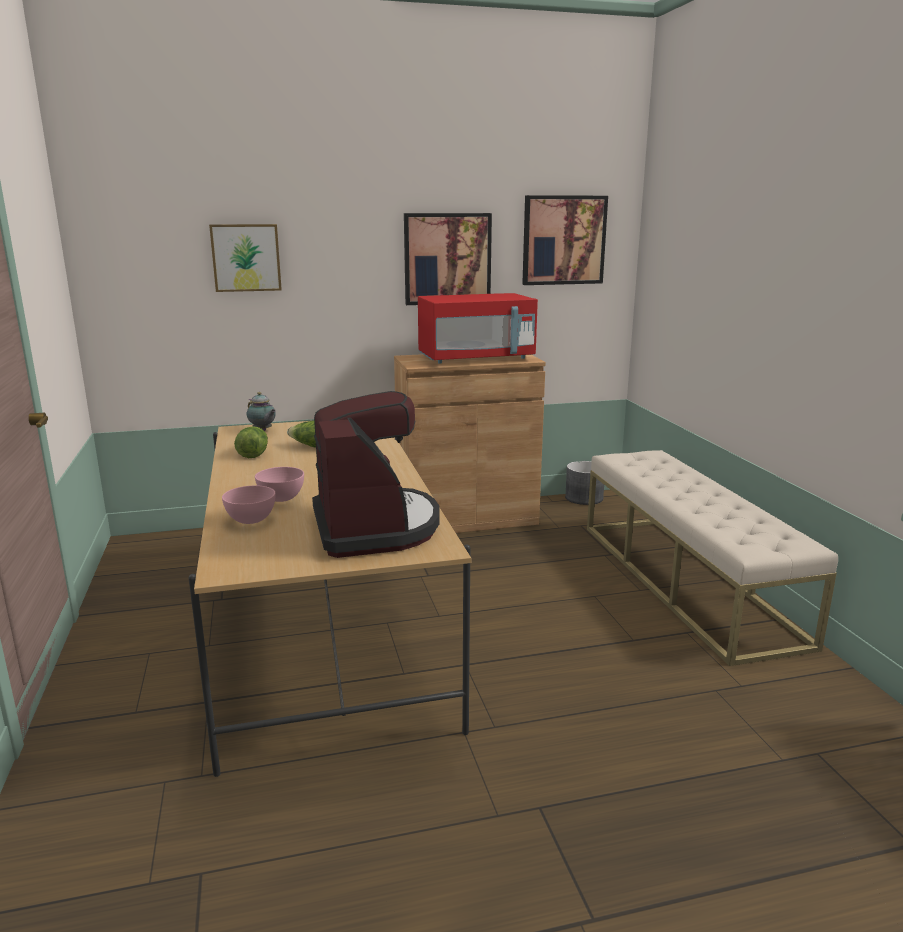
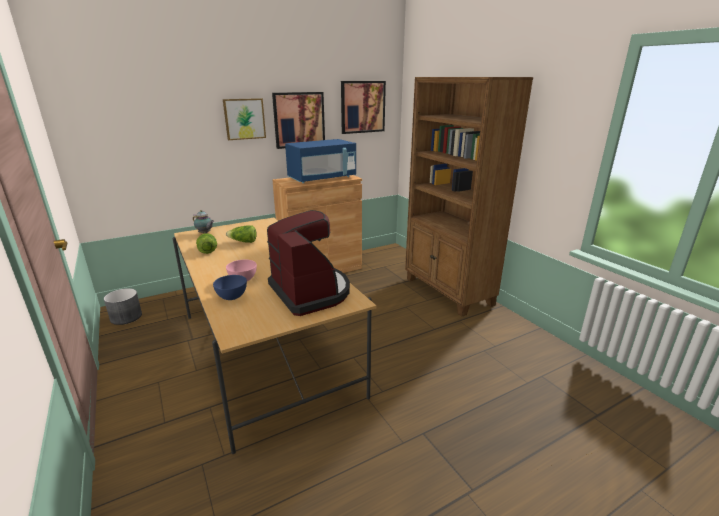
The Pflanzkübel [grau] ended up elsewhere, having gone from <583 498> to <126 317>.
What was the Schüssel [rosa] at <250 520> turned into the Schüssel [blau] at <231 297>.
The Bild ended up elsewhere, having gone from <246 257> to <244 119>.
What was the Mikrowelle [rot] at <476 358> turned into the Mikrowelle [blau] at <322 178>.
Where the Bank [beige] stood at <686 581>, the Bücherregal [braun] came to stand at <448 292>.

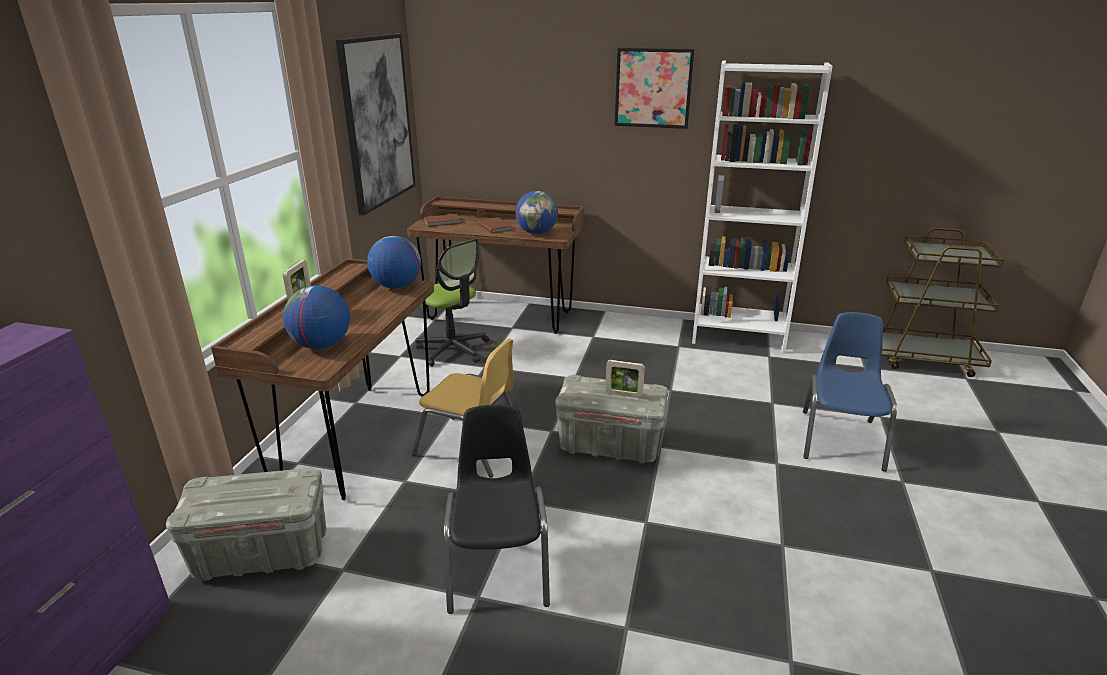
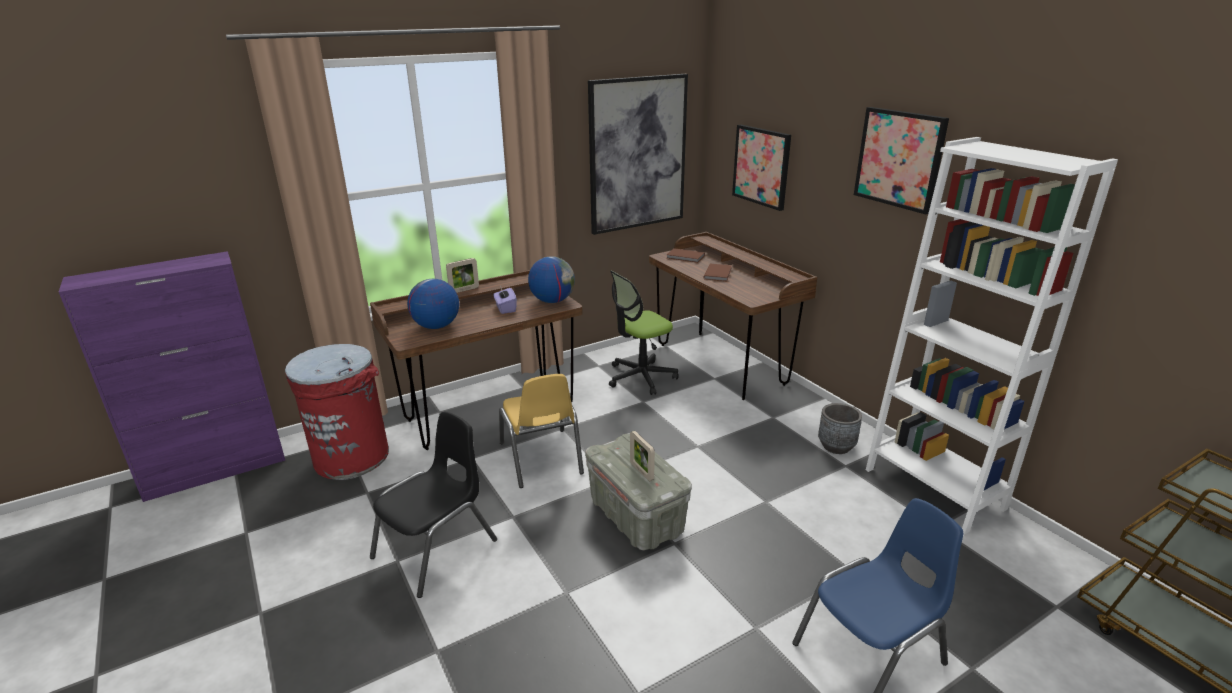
Where the Aufbewahrungsbox [grau] stood at <263 553>, the Mülleimer [rot] came to stand at <351 457>.
The second view gained the Taschentuchbox [lila] at <505 308>.
The Bürostuhl at <453 350> ended up facing another way, 60 degrees clockwise from before.
The second view gained the Bild at <761 166>.
The second view gained the Pflanzkübel [grau] at <836 446>.
The second view lost the Globus at <537 233>.

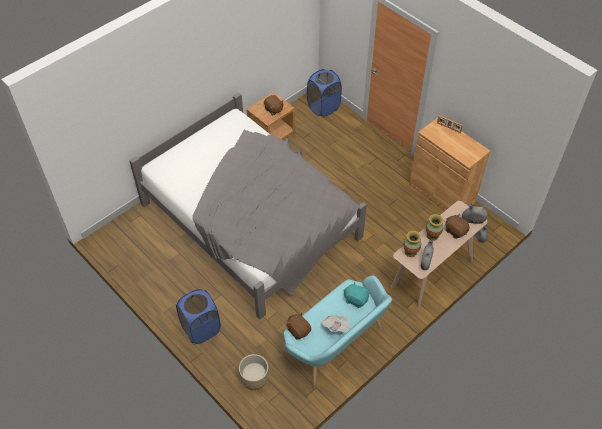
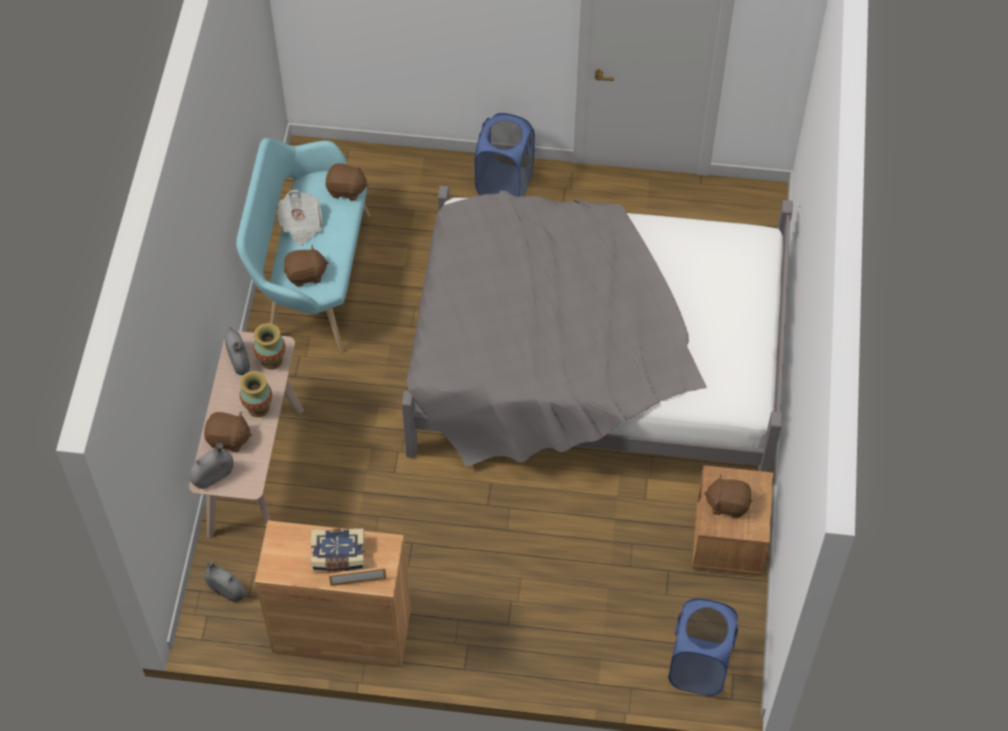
What was the Plüschtier [türkis] at <356 299> turned into the Plüschtier [braun] at <306 275>.
The second view gained the Buch at <338 556>.
The second view lost the Pflanzkübel [beige] at <254 379>.

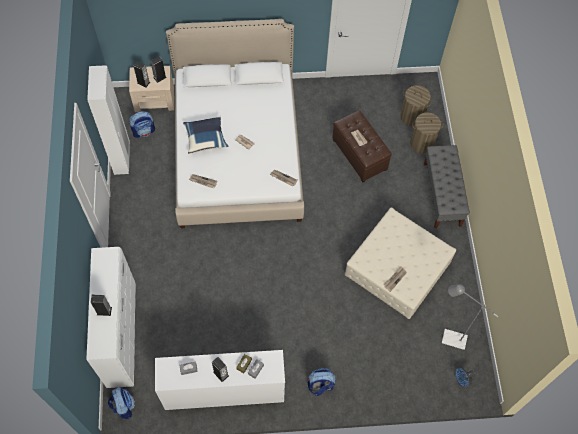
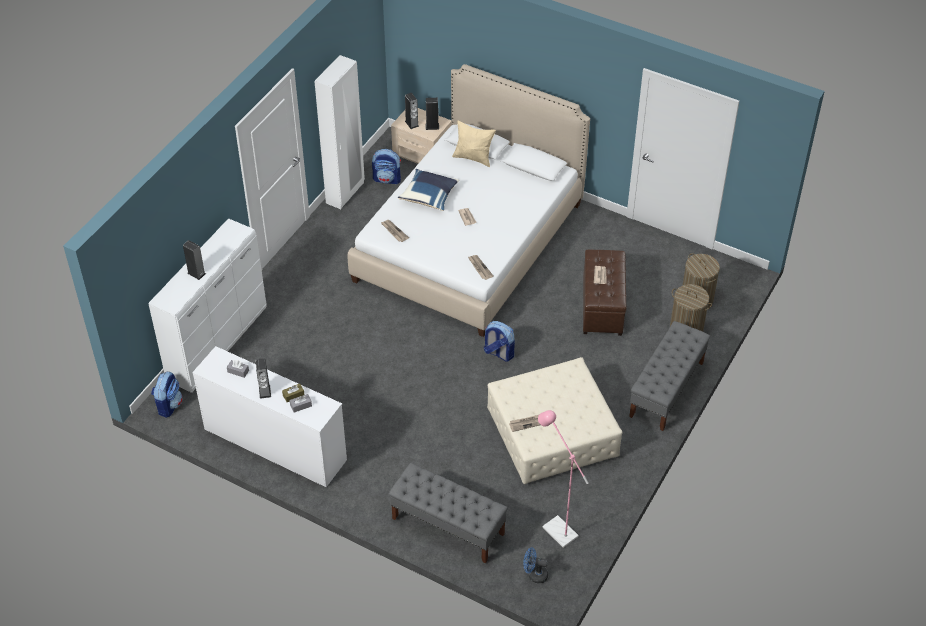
The second view gained the Bank [grau] at <447 526>.
The second view gained the Kissen [beige] at <473 158>.
The Rucksack ended up elsewhere, having gone from <320 385> to <498 353>.
What was the Stehlampe [grau] at <449 338> turned into the Stehlampe [rosa] at <555 527>.

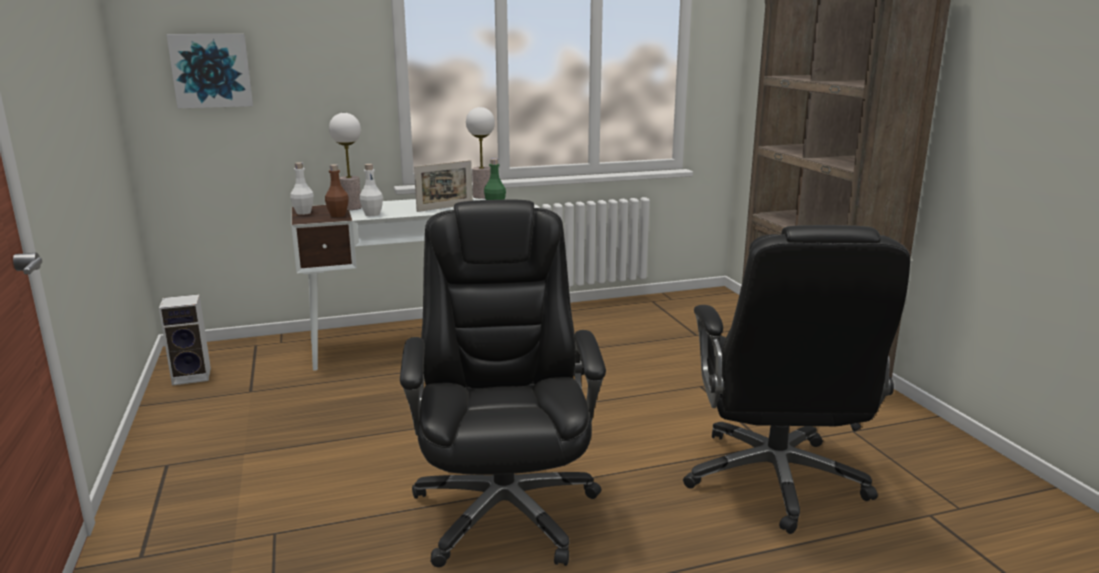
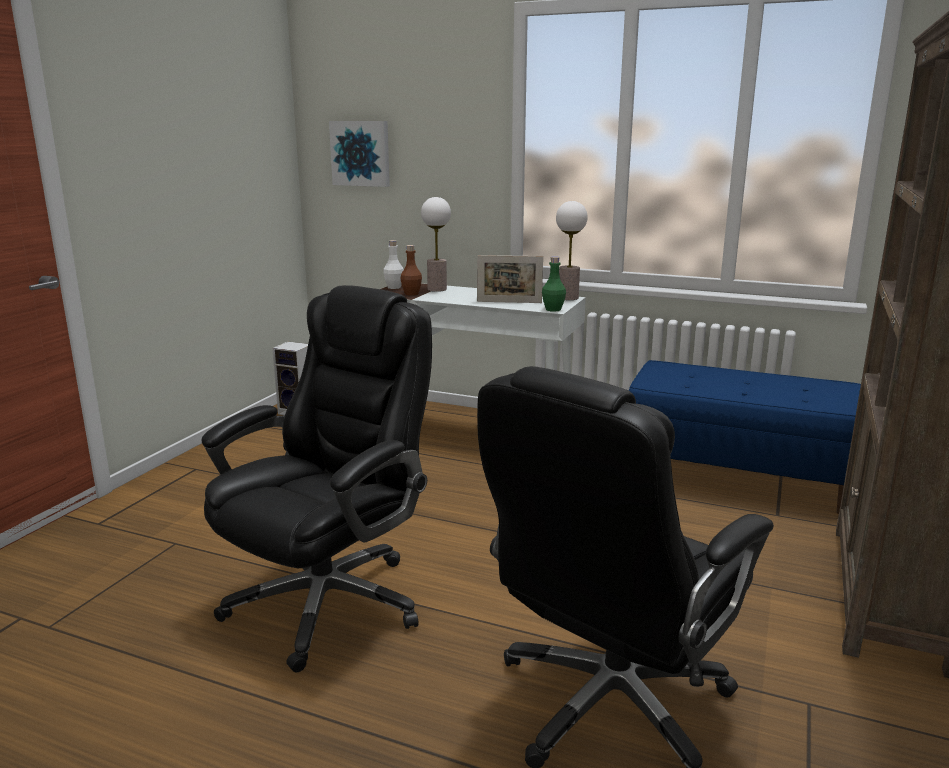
The second view gained the Bank [blau] at <736 477>.
The second view lost the Flasche [weiß] at <372 214>.

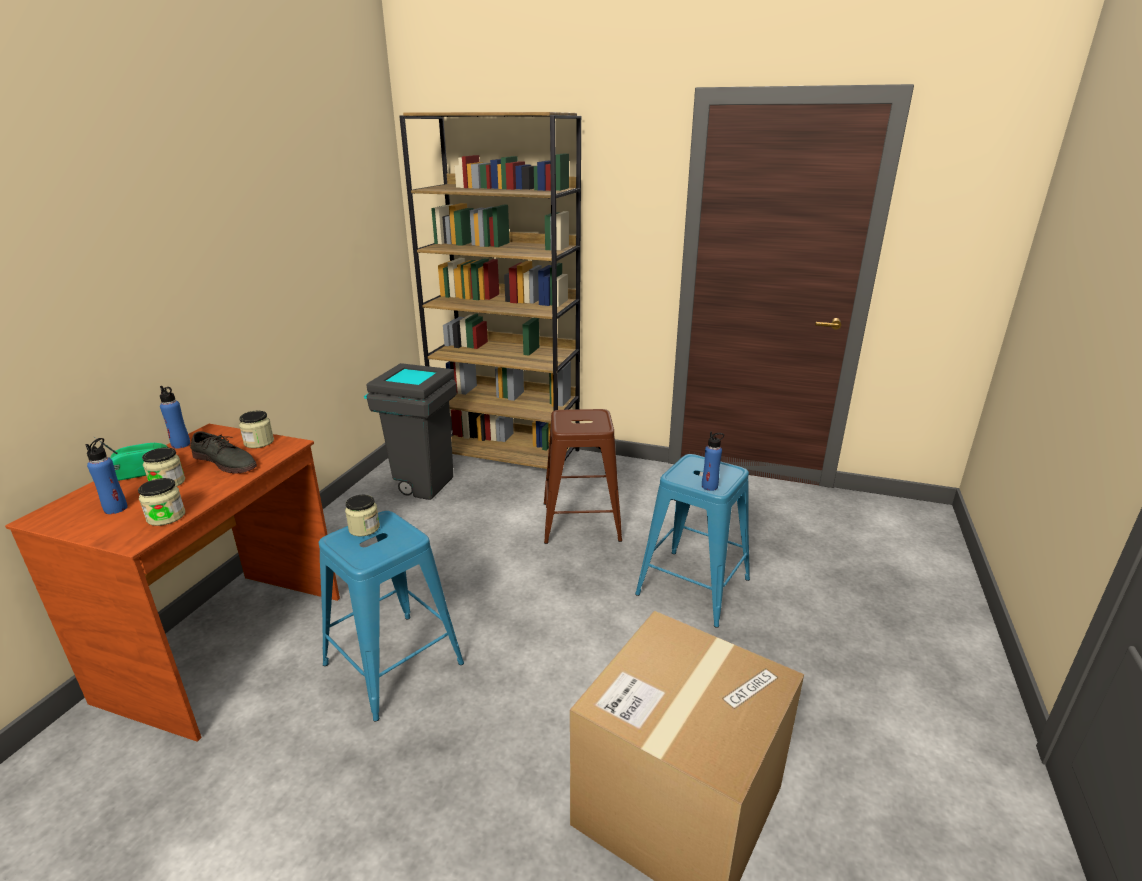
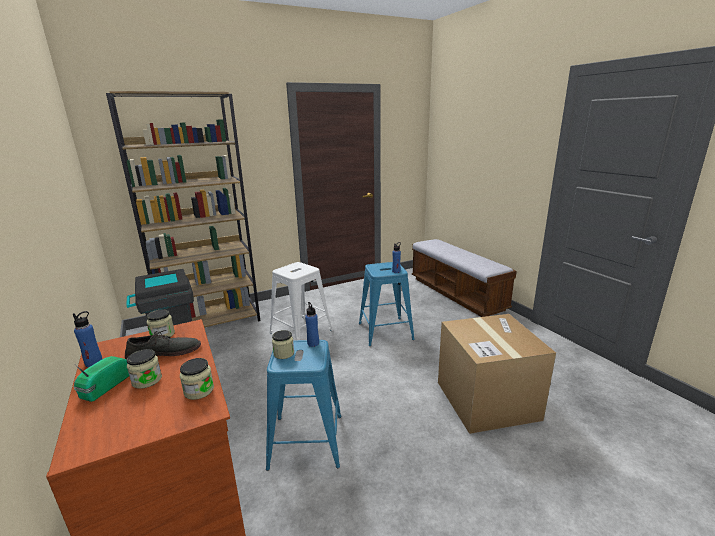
What was the Hocker [braun] at <580 522> turned into the Hocker [weiß] at <301 332>.
The Flasche [blau] ended up elsewhere, having gone from <116 508> to <313 343>.
The second view gained the Bank at <456 293>.

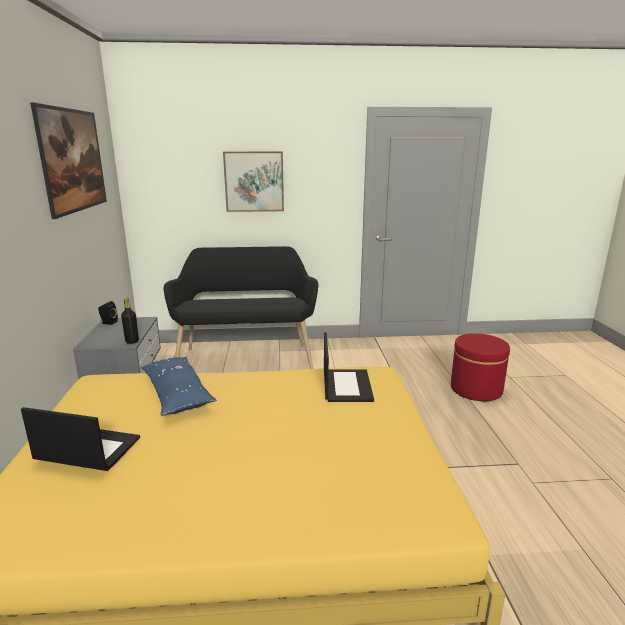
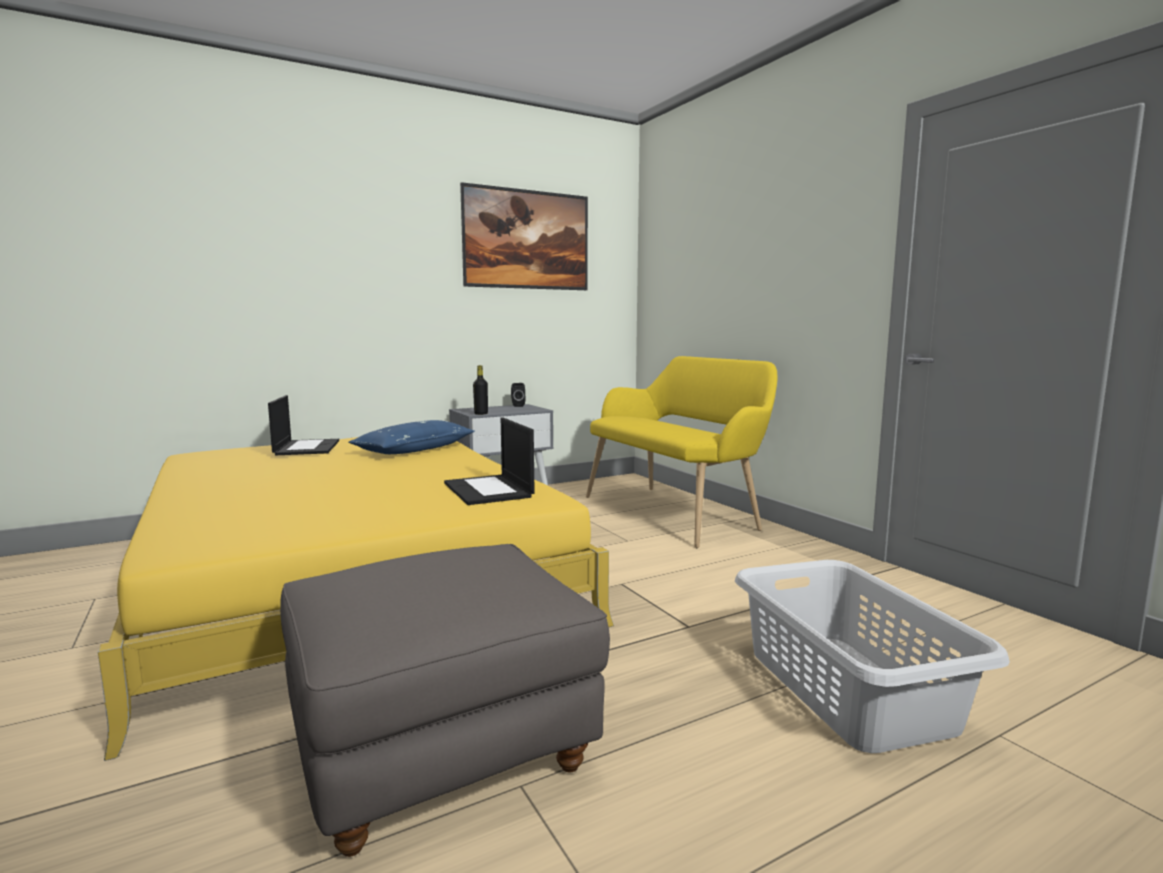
The second view gained the Polsterhocker [grau] at <442 748>.
The Laptop at <346 385> ended up facing another way, 90 degrees clockwise from before.
What was the Bank [schwarz] at <246 357> turned into the Bank [gelb] at <675 512>.
Where the Polsterhocker [rot] stood at <476 389>, the Wäschekorb [grau] came to stand at <846 689>.
The second view lost the Bild at <254 181>.

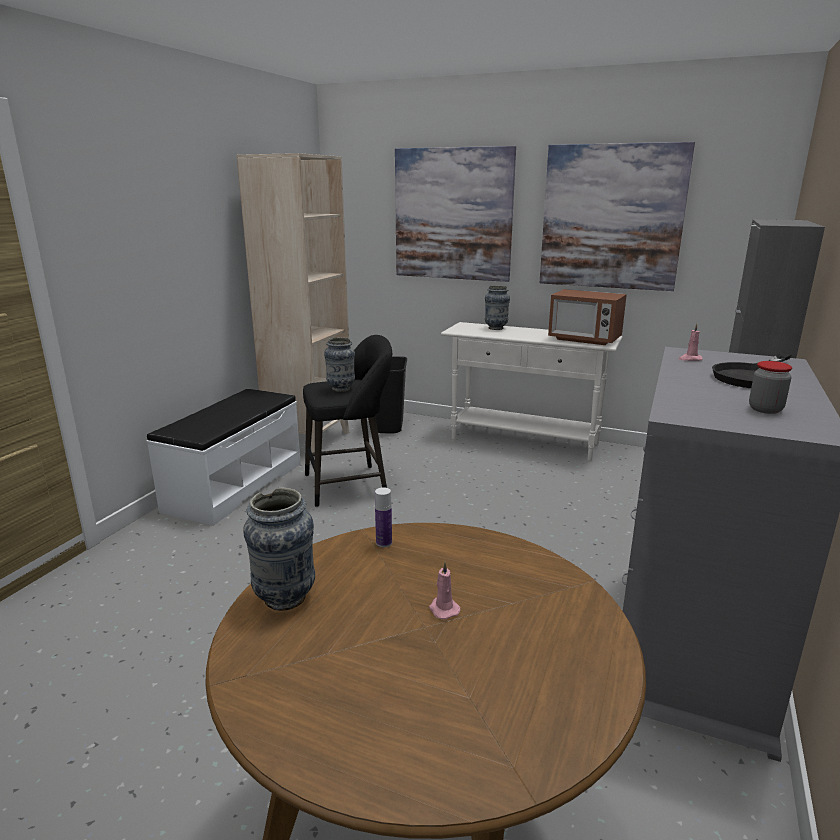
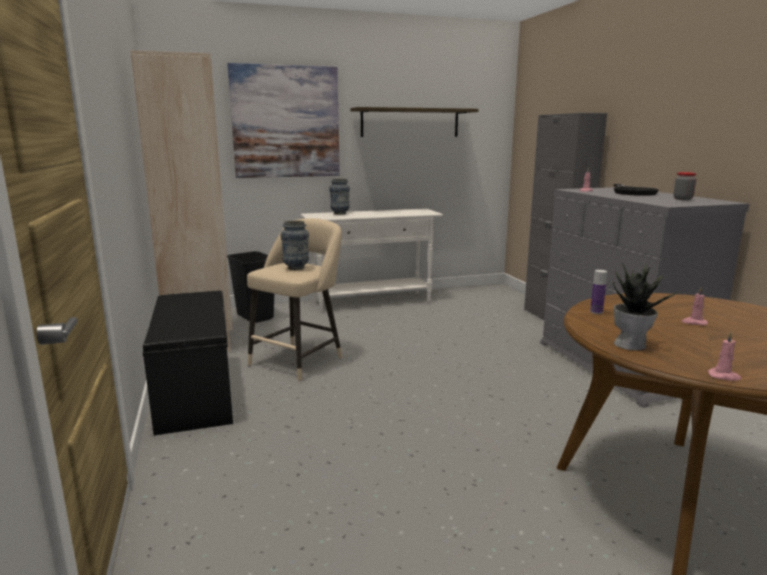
What was the Bank [weiß] at <234 486> turned into the Bank [schwarz] at <194 392>.
What was the Hocker [schwarz] at <351 485> turned into the Hocker [beige] at <299 360>.
Where the Bild hung at <611 217>, the Wandregal came to hang at <410 123>.
Where the Vase stood at <285 598>, the Topfpflanze came to stand at <631 344>.
The second view gained the Kerze [rosa] at <724 376>.
The second view lost the Mikrowelle at <584 339>.

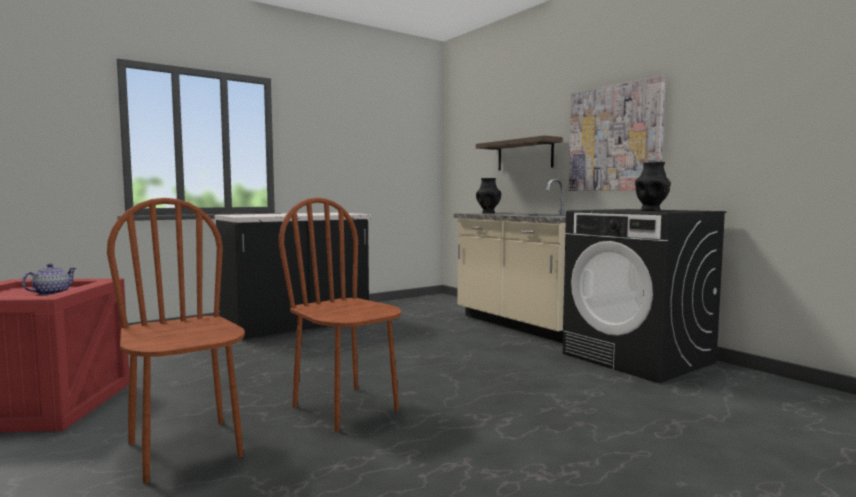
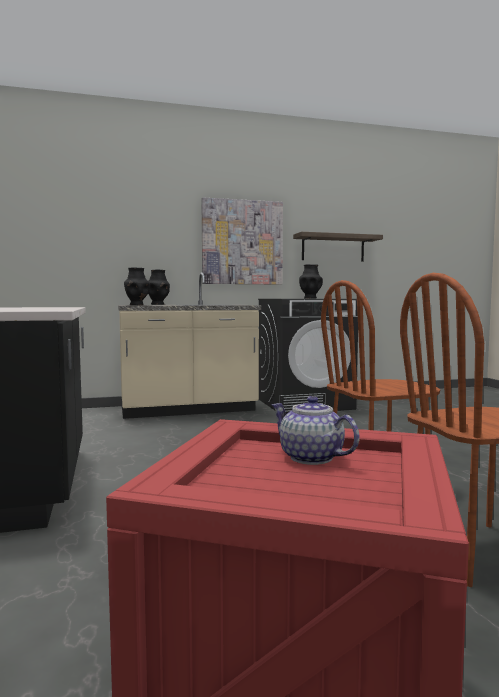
The second view gained the Vase [schwarz] at <158 304>.
The Wandregal ended up elsewhere, having gone from <525 155> to <333 248>.

